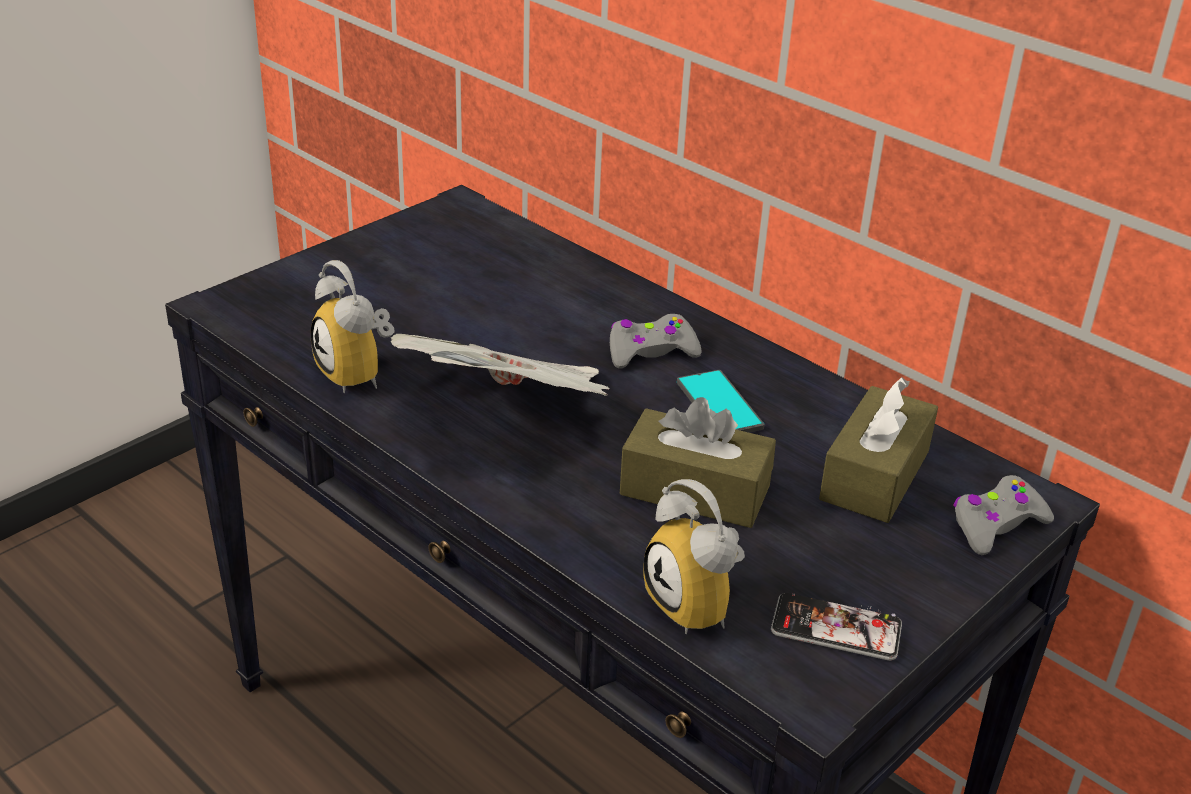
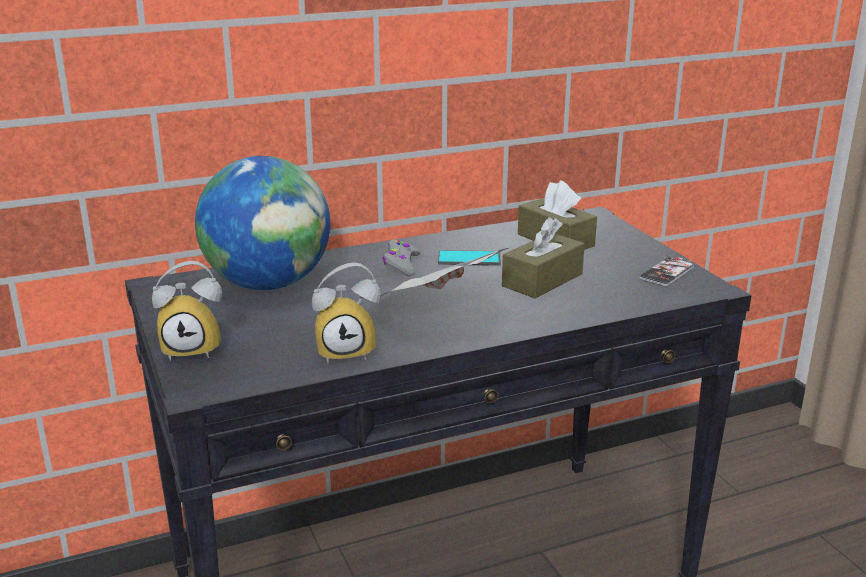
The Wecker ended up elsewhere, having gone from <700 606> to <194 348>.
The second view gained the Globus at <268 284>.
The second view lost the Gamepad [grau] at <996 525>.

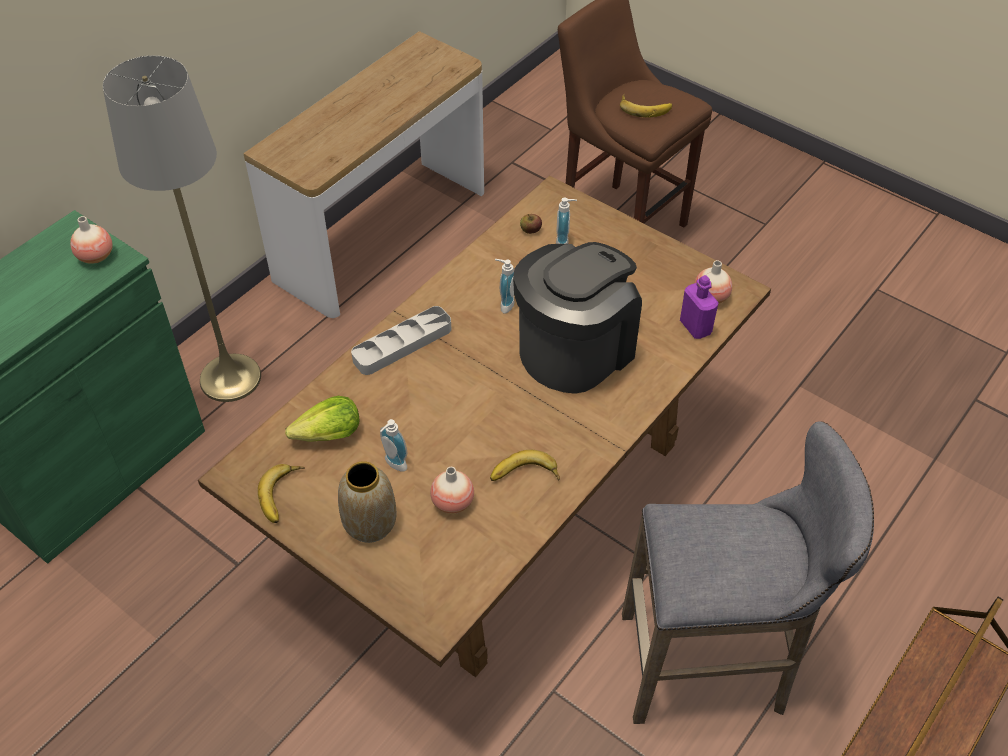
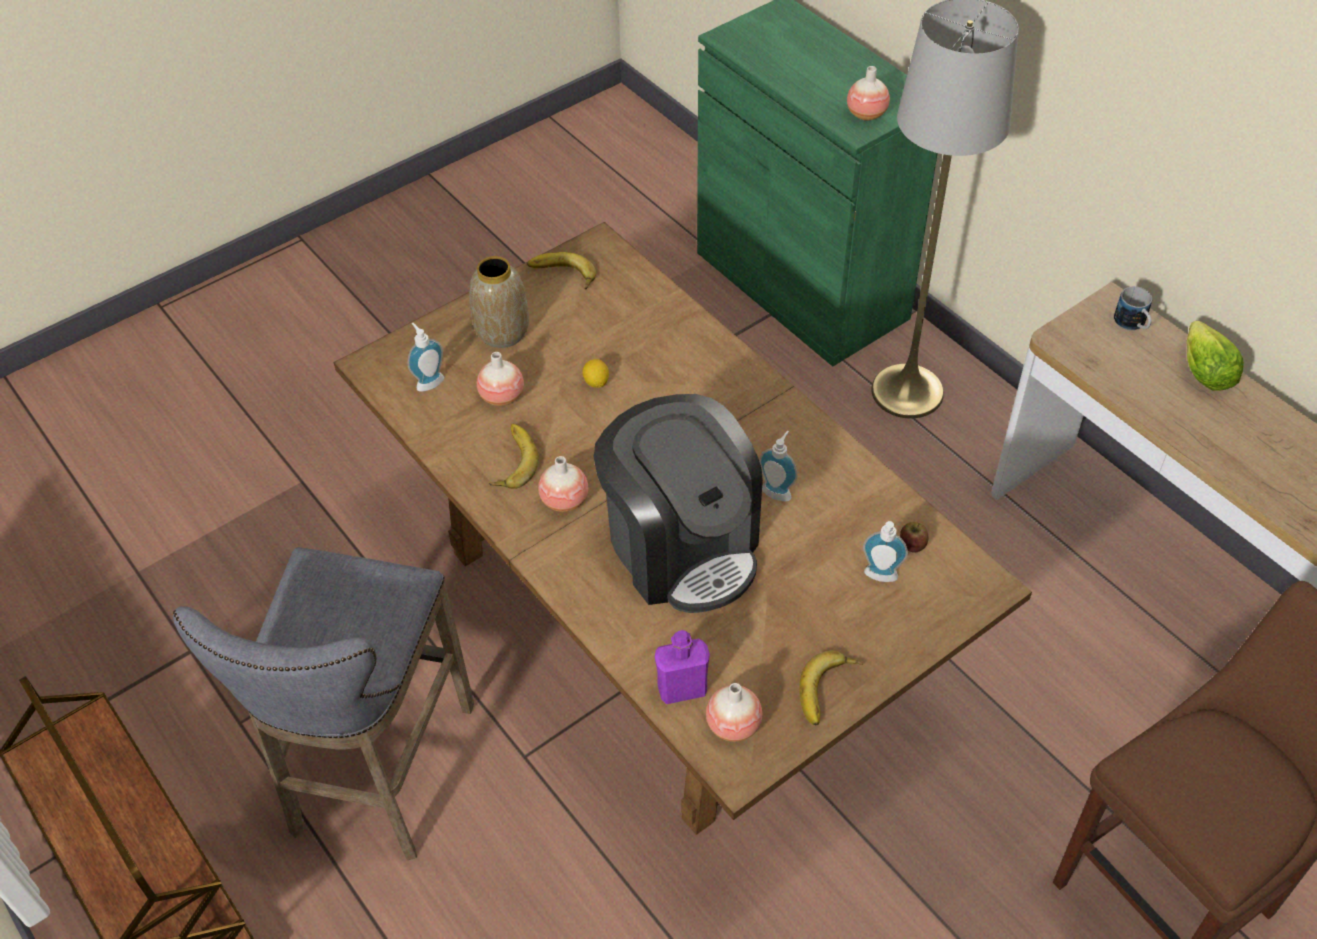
The Seifenspender ended up elsewhere, having gone from <393 465> to <428 381>.
The second view gained the Vase at <564 501>.
The second view gained the Zitrone at <596 382>.
The Banane ended up elsewhere, having gone from <645 107> to <830 692>.
The second view gained the Henkelbecher at <1132 325>.
The Salatkopf ended up elsewhere, having gone from <329 435> to <1204 371>.
The second view lost the Tablett [grau] at <402 344>.

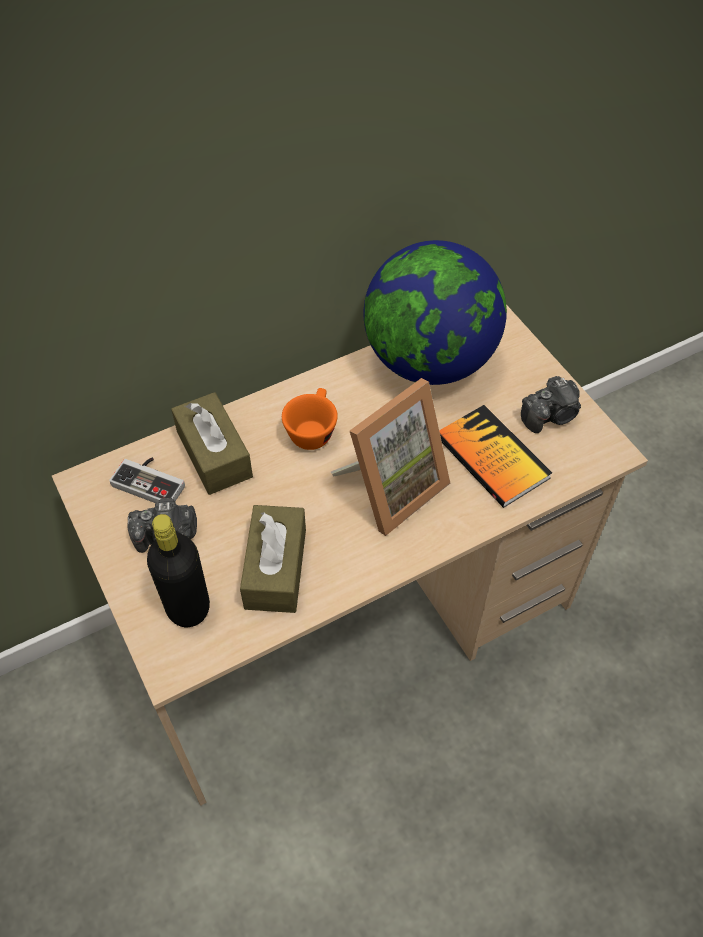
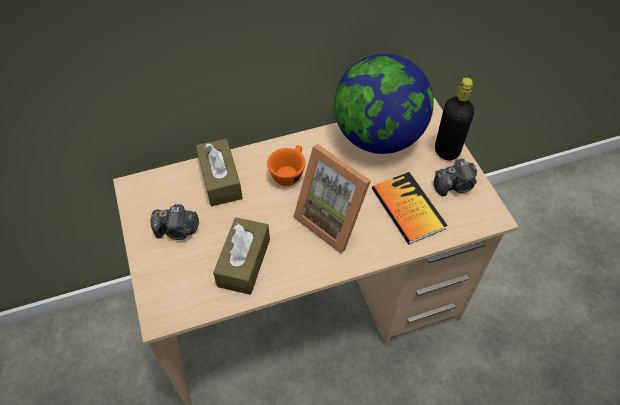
The Bilderrahmen at <390 487> ended up facing another way, 75 degrees clockwise from before.
The Flasche [schwarz] ended up elsewhere, having gone from <188 607> to <447 151>.
The second view lost the Gamepad at <152 481>.

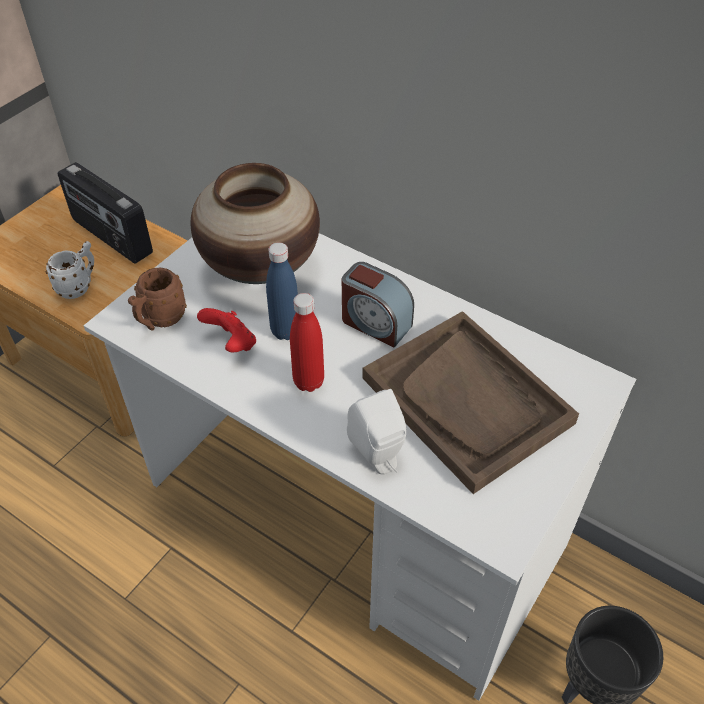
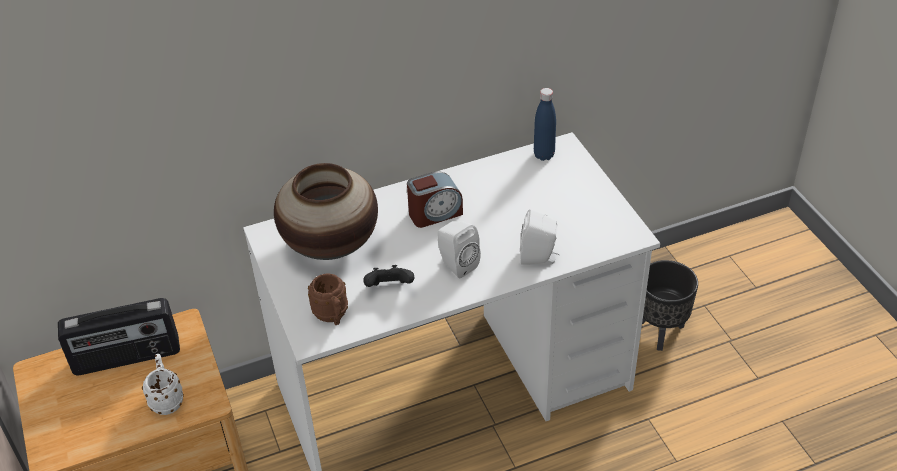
What was the Gamepad [rot] at <231 343> turned into the Gamepad [schwarz] at <390 288>.
Where the Flasche [rot] stood at <308 382>, the Lautsprecher [weiß] came to stand at <456 264>.
The Flasche [blau] ended up elsewhere, having gone from <285 331> to <544 155>.
The second view lost the Tablett [braun] at <467 401>.

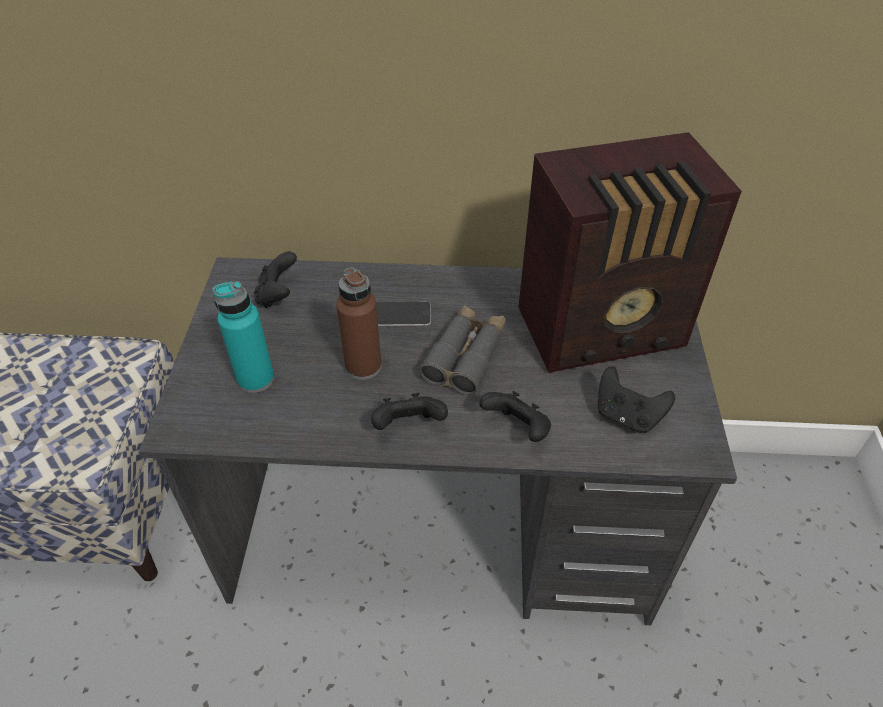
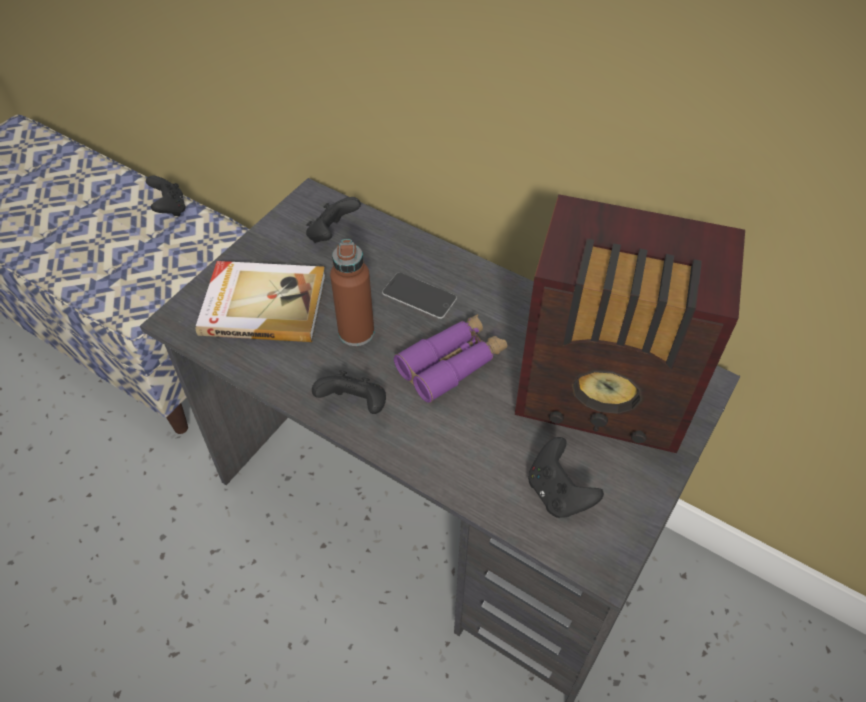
The Gamepad [schwarz] ended up elsewhere, having gone from <517 429> to <170 208>.
Where the Flasche [türkis] stood at <255 379>, the Buch came to stand at <263 304>.
What was the Fernglas [grau] at <466 356> turned into the Fernglas [lila] at <452 363>.

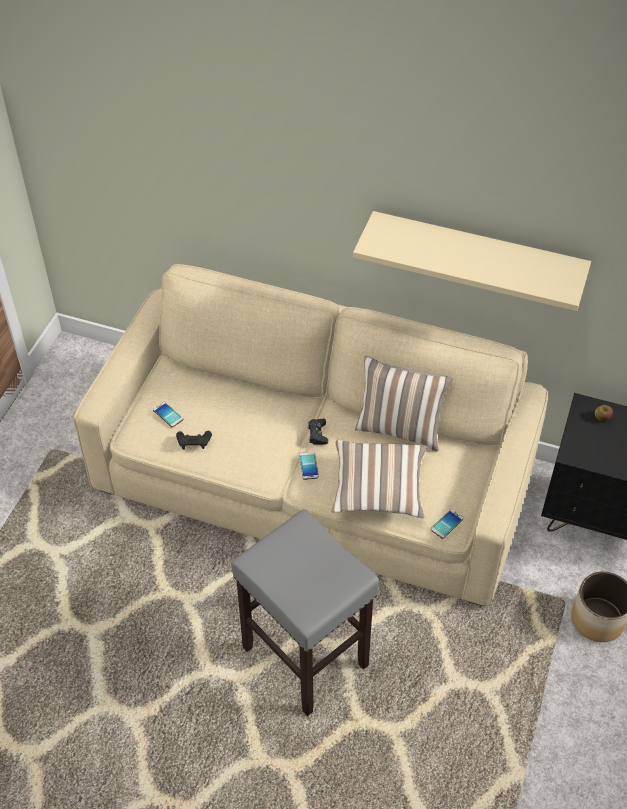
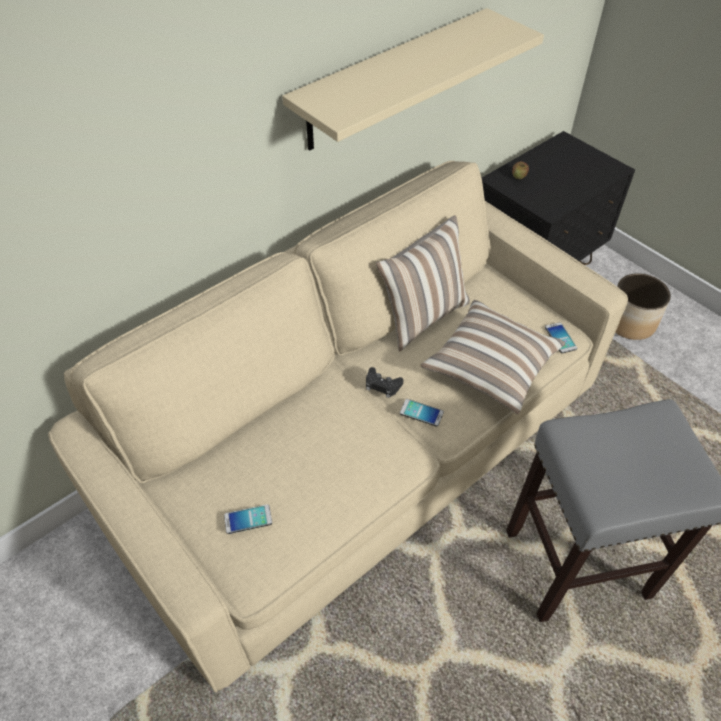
The second view lost the Gamepad [schwarz] at <194 442>.

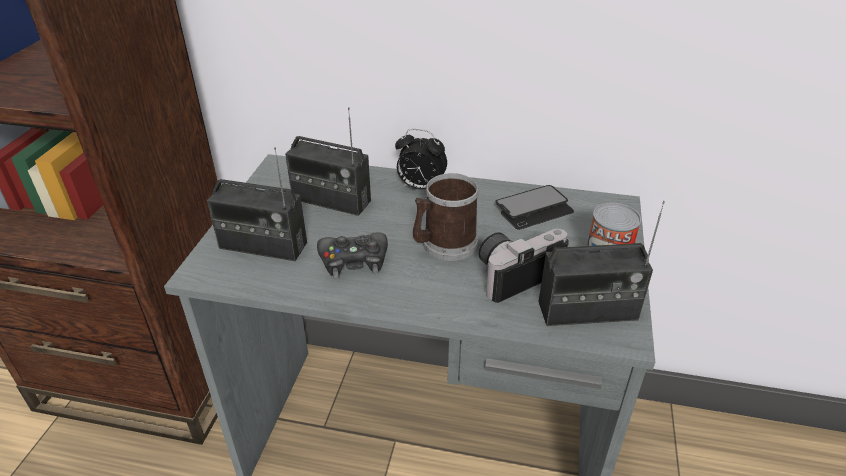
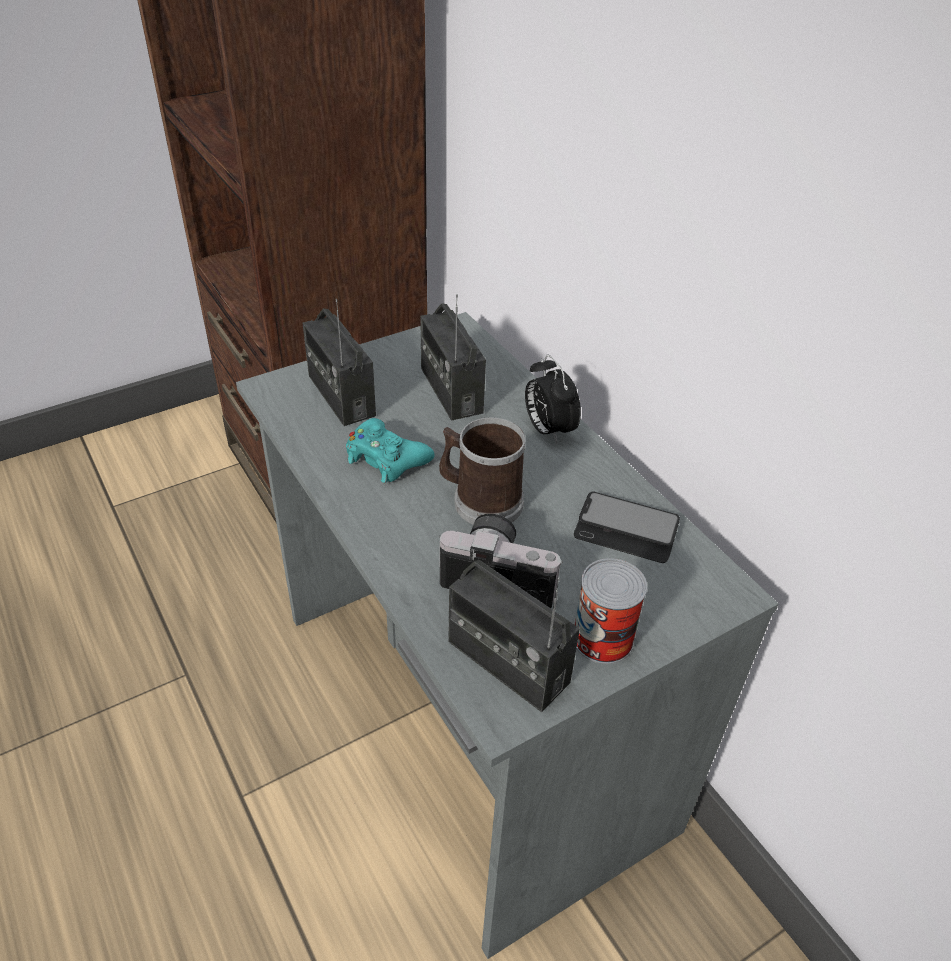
What was the Gamepad [schwarz] at <354 261> turned into the Gamepad [türkis] at <386 459>.

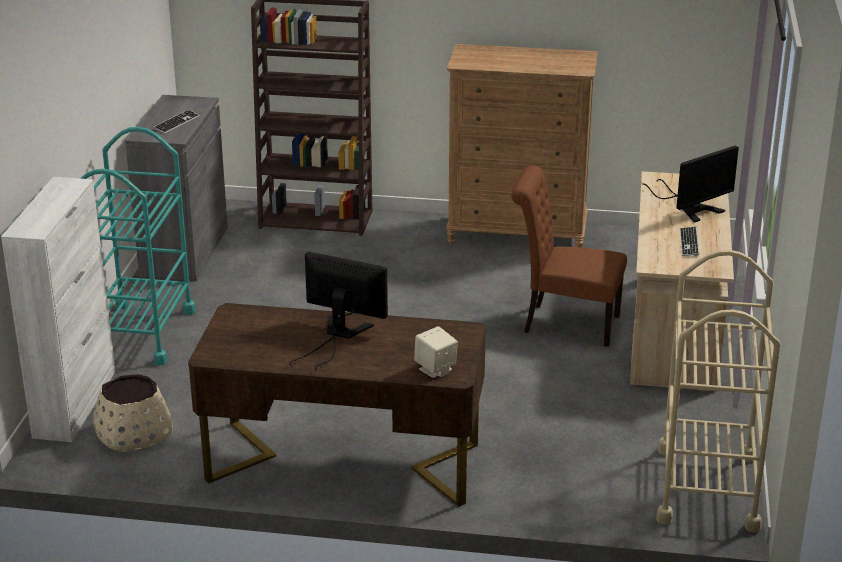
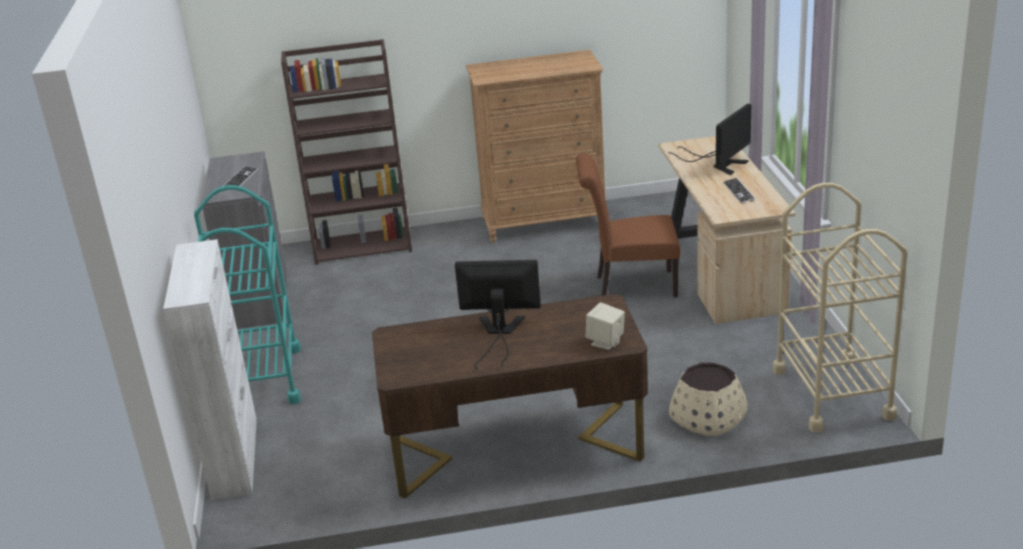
The Pflanzkübel [beige] ended up elsewhere, having gone from <134 433> to <708 418>.

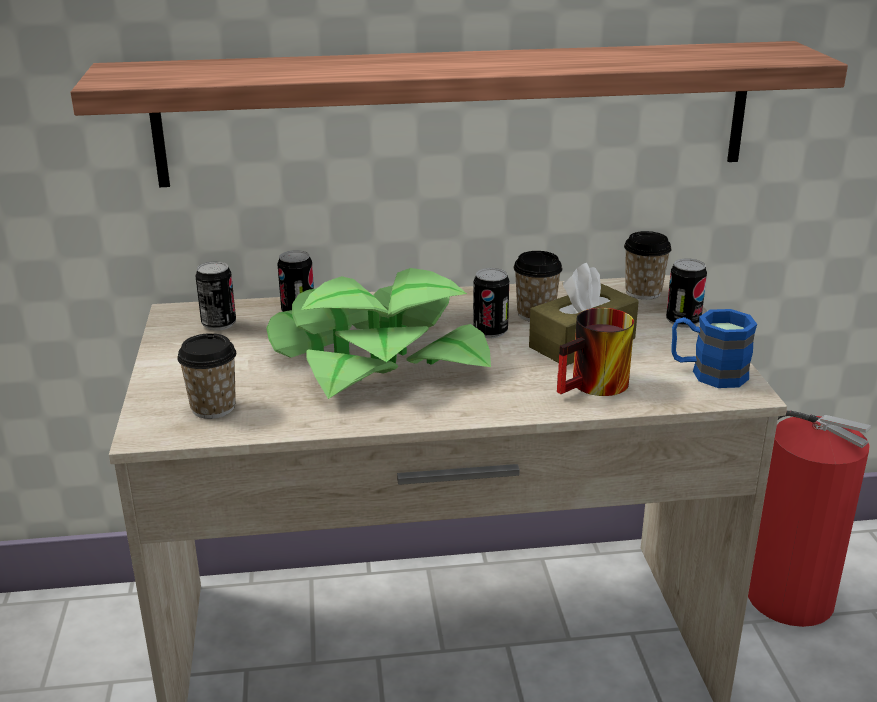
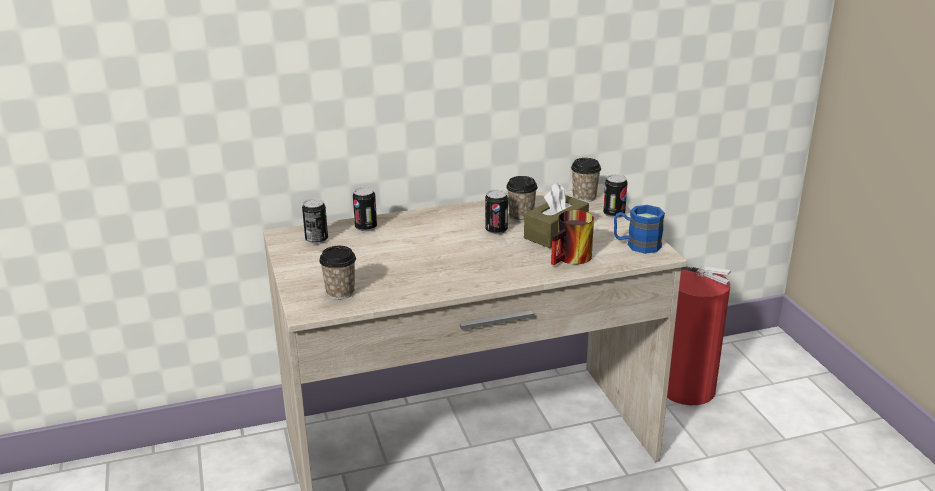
The second view lost the Wandregal at <456 113>.
The second view lost the Topfpflanze at <376 358>.

